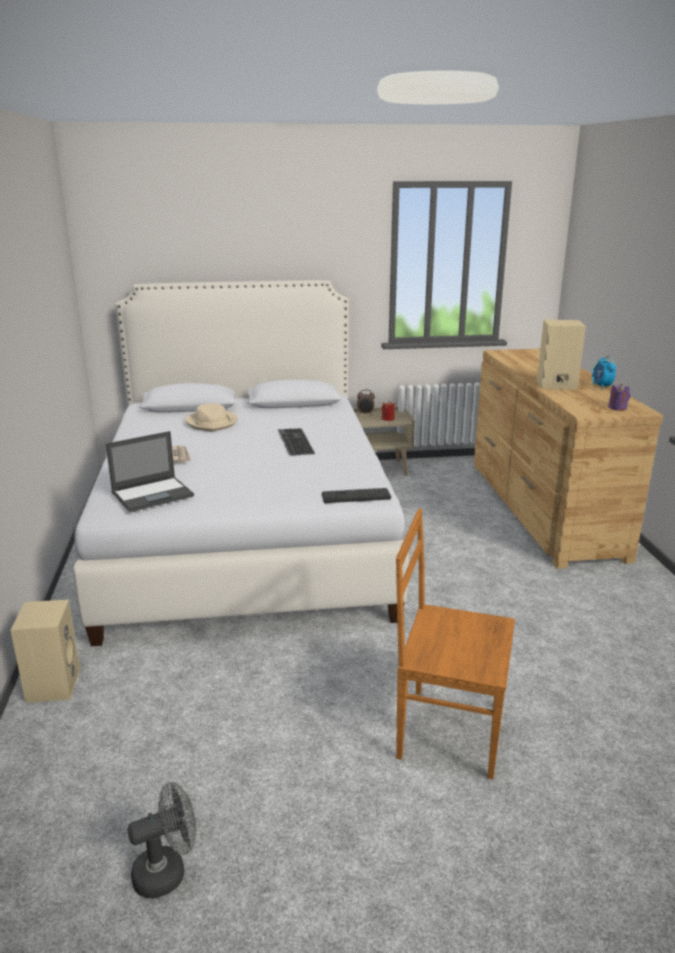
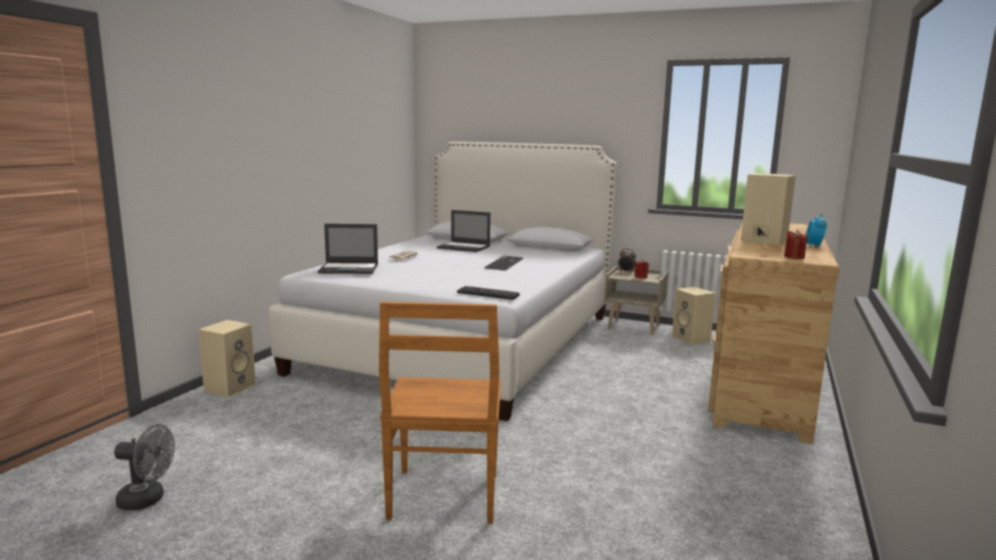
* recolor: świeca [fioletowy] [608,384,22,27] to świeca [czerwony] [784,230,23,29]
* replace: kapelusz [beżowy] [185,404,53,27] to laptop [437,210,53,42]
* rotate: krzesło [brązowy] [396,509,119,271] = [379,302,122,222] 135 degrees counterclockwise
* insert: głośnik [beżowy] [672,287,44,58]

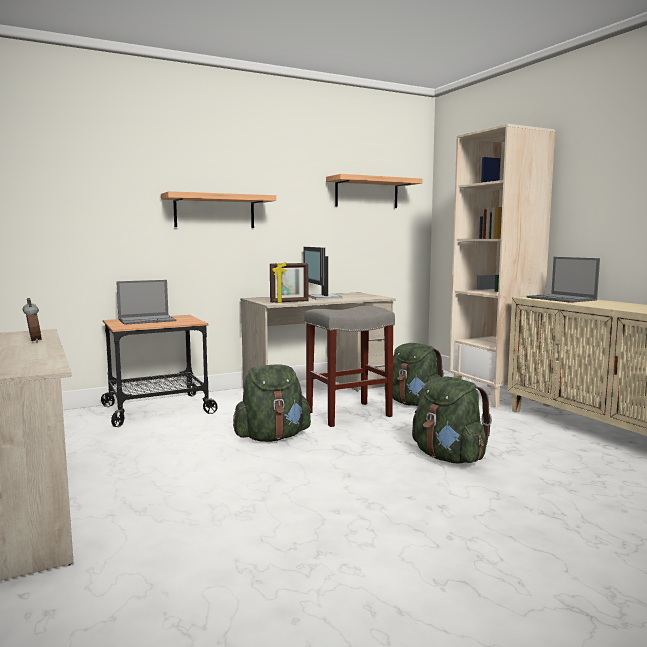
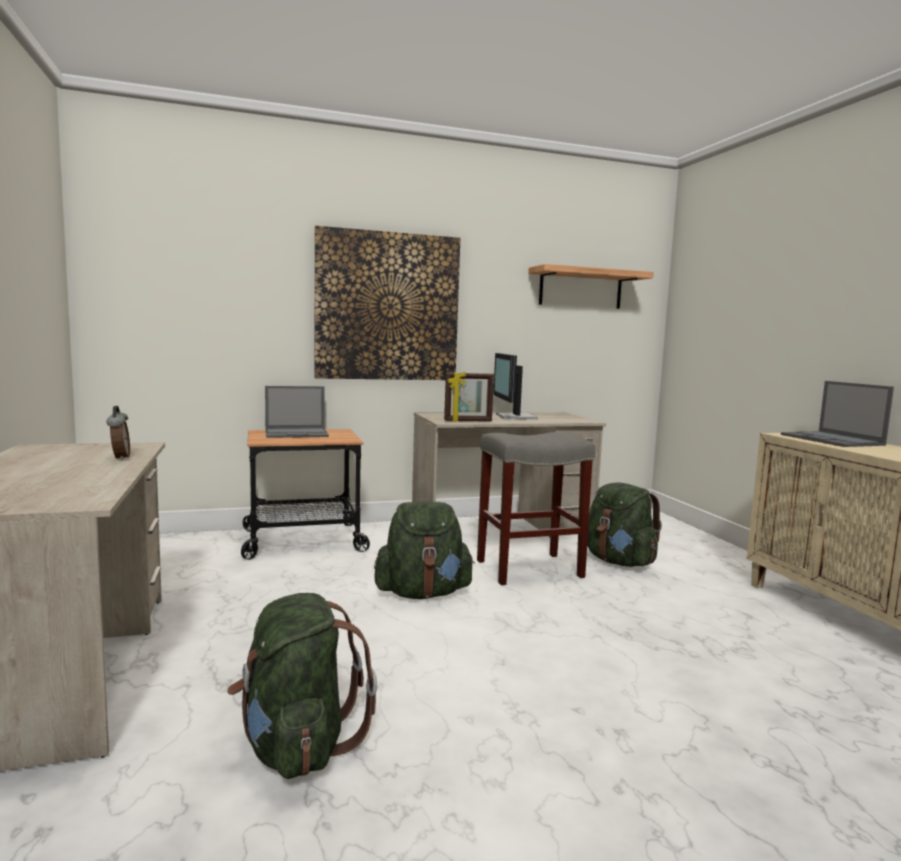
* delete: regał [beżowy] [449,124,106,284]
* replace: półka [161,191,115,37] to obraz [314,226,146,154]
* move: plecak [zielony] [412,376,80,88] to [227,593,150,186]

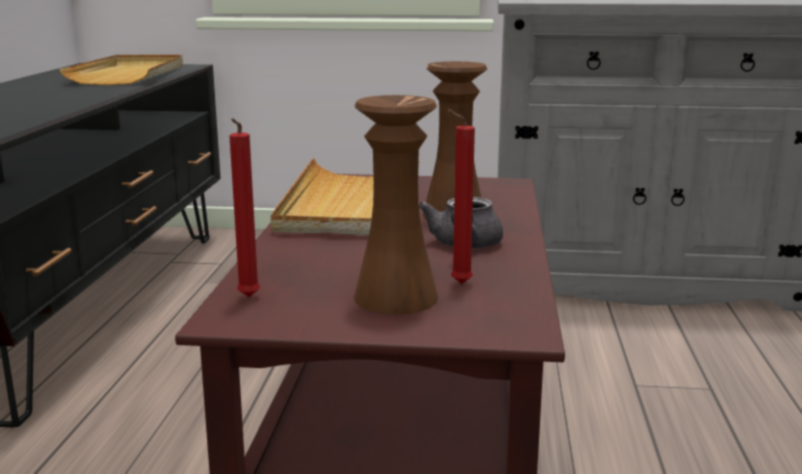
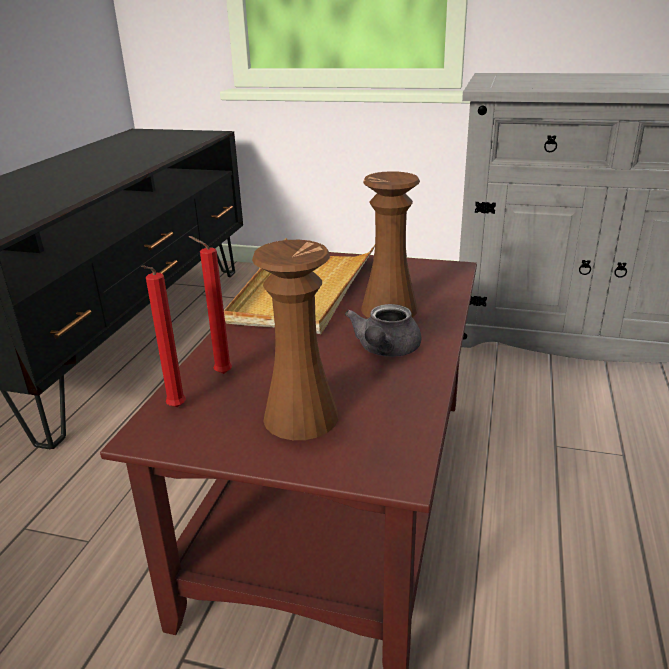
* delete: taca [beżowy] [59,55,124,30]
* move: świeca [czerwony] [448,109,27,175] to [188,236,44,138]

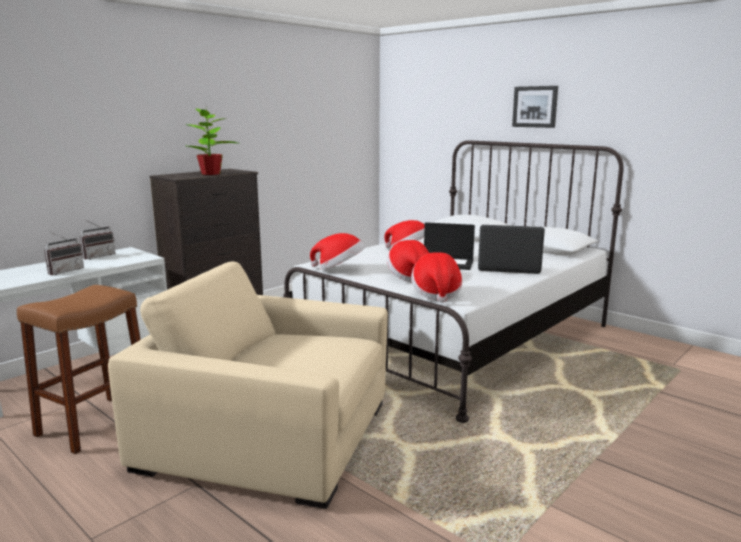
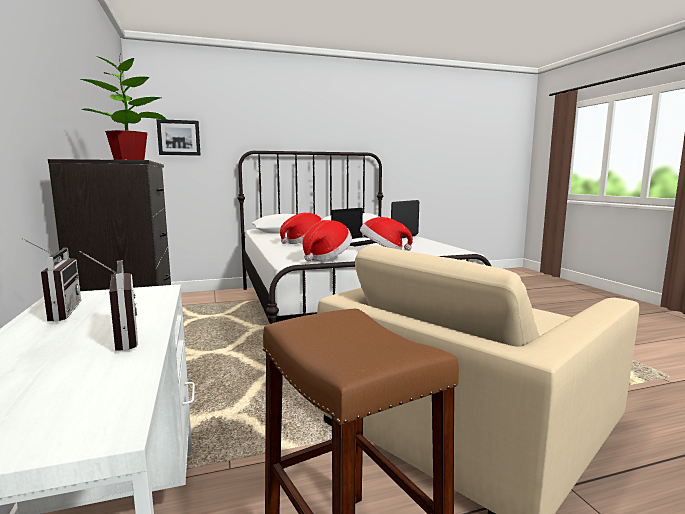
* move: obraz [512,86,46,42] to [156,119,45,37]
* delete: kapelusz [411,252,51,51]

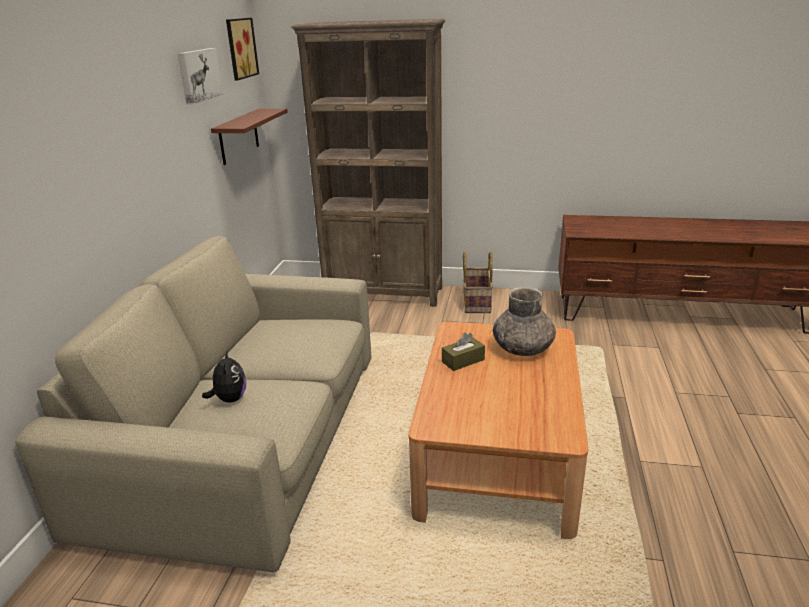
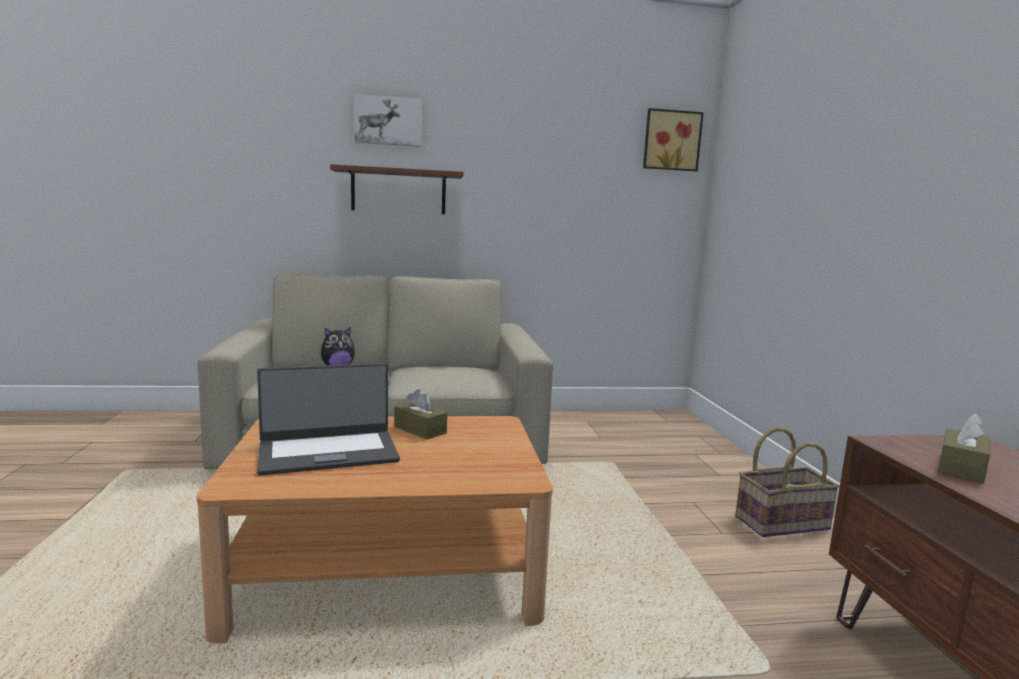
* delete: regał [brązowy] [291,19,154,288]
* move: obraz [178,48,45,56] to [354,94,68,53]
* move: półka [brązowy] [211,109,77,56] to [330,164,134,50]
* delete: wazon [szary] [493,287,63,69]
* insert: laptop [257,363,143,112]
* insert: pudełko chusteczek [brązowy] [938,414,52,70]

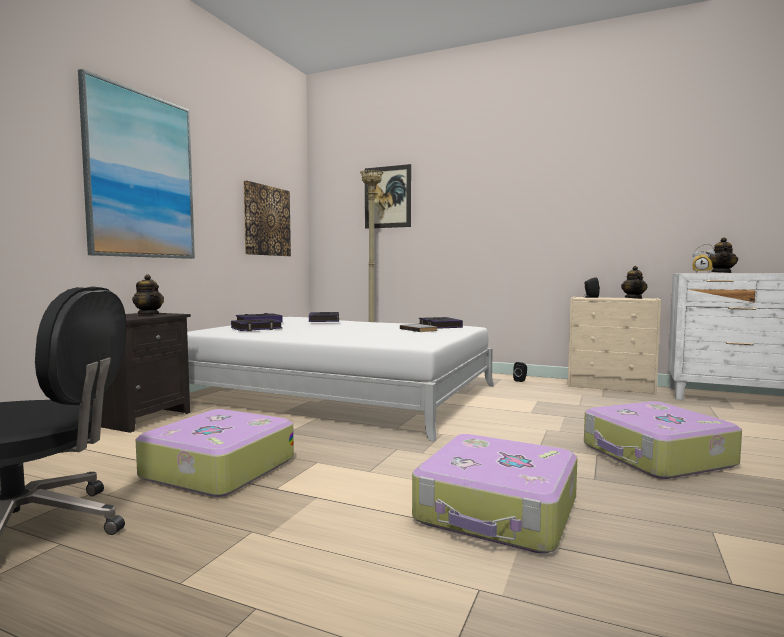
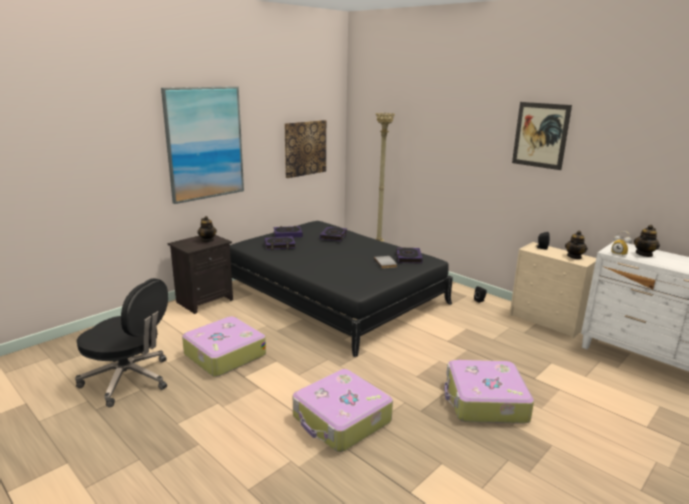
* move: obraz [365,164,46,65] to [512,102,60,68]
* recolor: łóżko [biały] [187,317,307,125] to łóżko [czarny] [230,221,223,136]

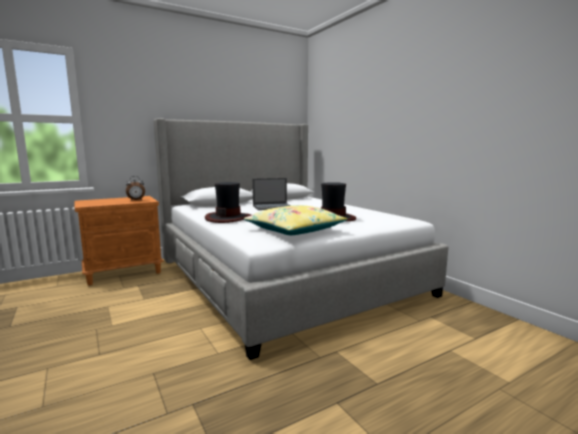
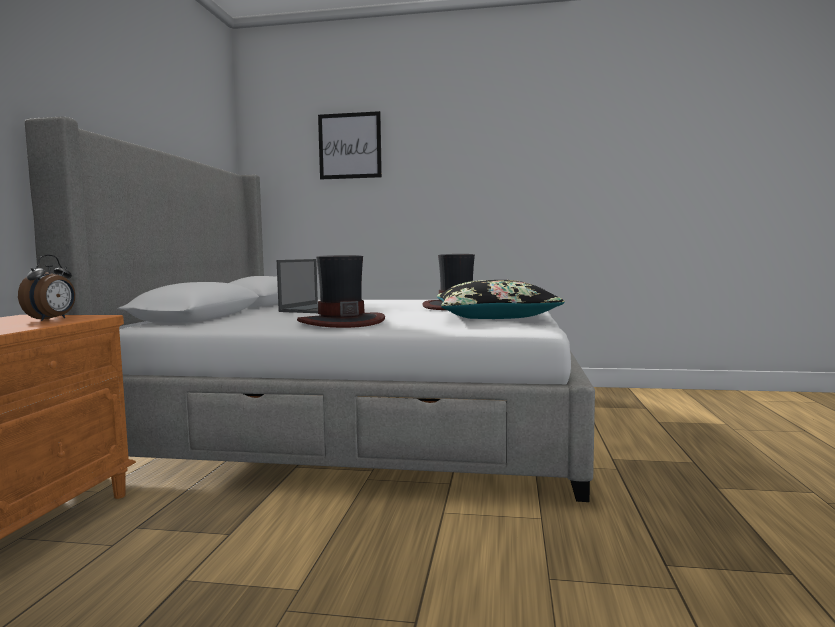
* recolor: poduszka [żółty] [244,205,104,30] to poduszka [czarny] [437,280,128,39]
* insert: obraz [318,111,64,68]

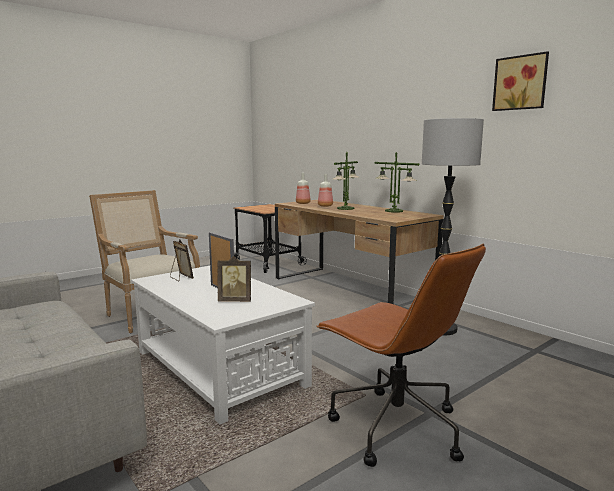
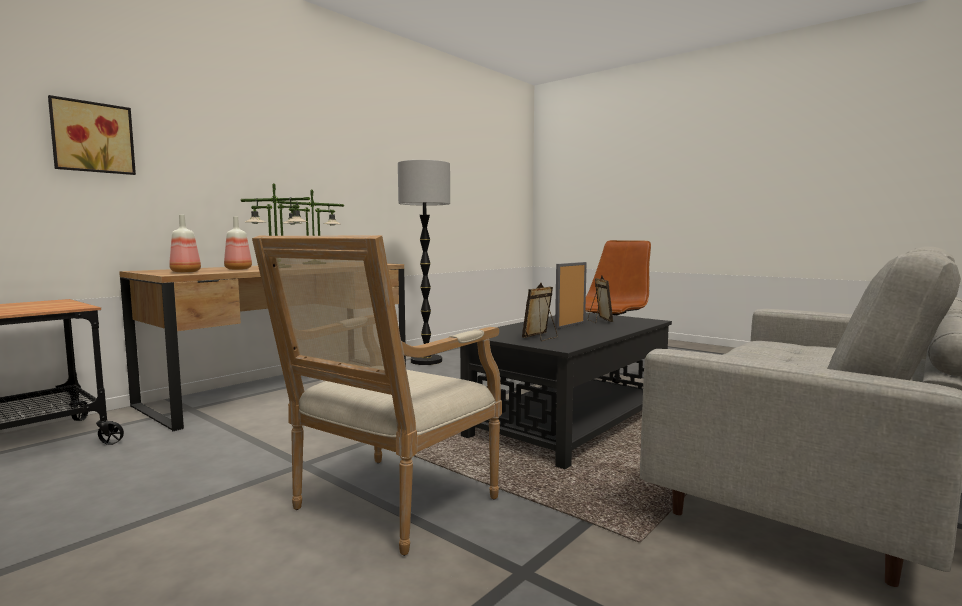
* move: obraz [492,51,57,60] to [48,95,88,80]
* recolor: ława [biały] [131,266,184,158] to ława [czarny] [460,312,212,157]

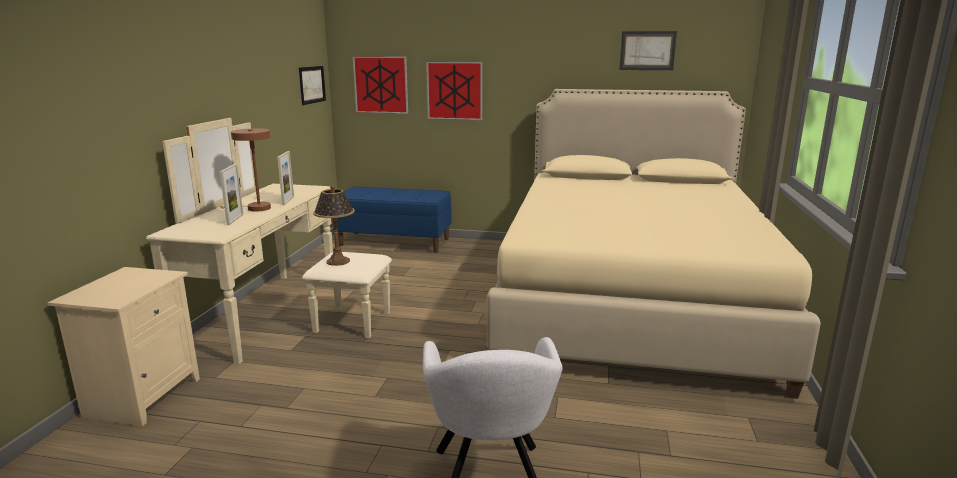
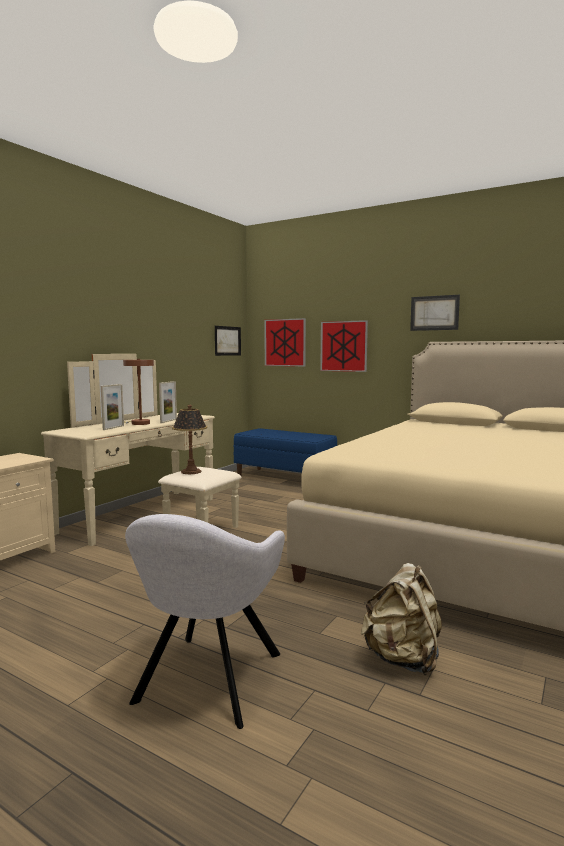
* move: obraz [619,31,58,39] to [410,295,50,36]
* insert: plecak [beżowy] [361,563,81,112]

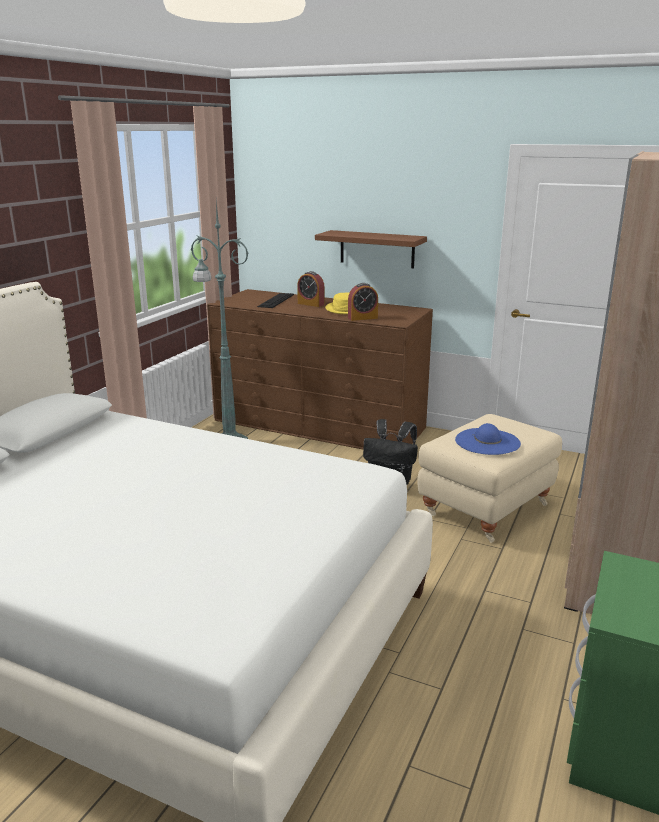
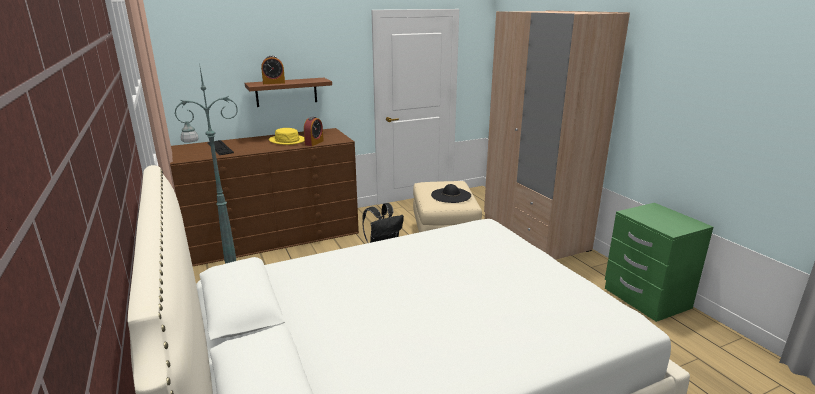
* move: budzik [297,271,28,36] to [261,56,24,28]
* recolor: kapelusz [niebieski] [455,423,66,32] to kapelusz [czarny] [431,184,40,19]

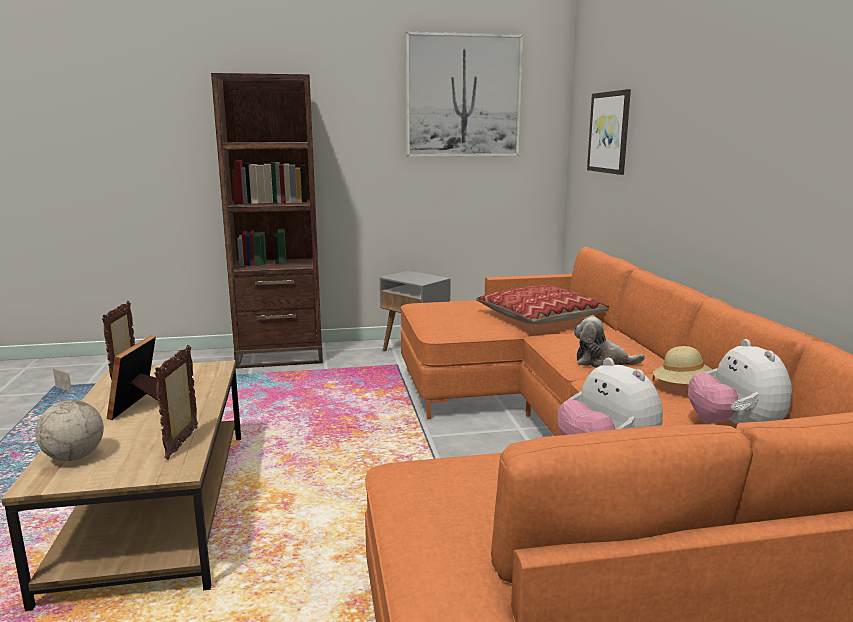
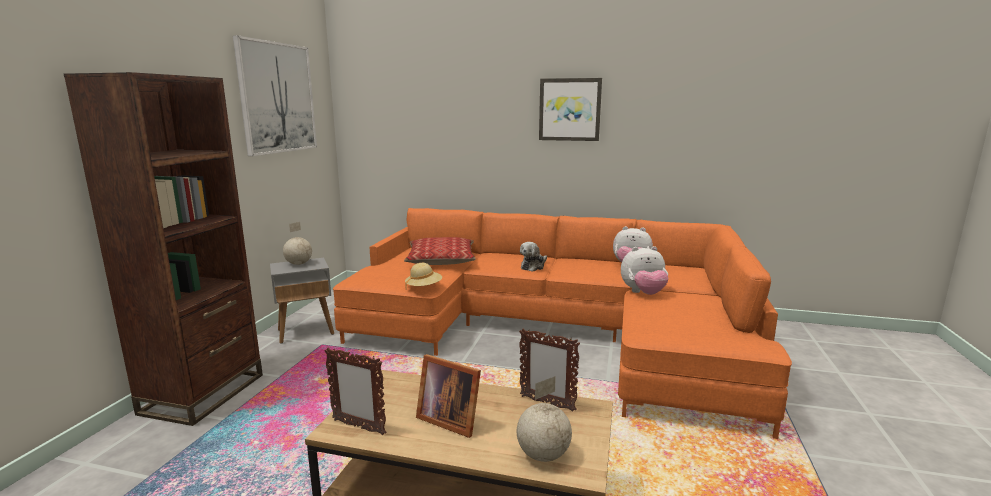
* move: obraz [587,89,44,86] to [539,78,63,63]
* move: kapelusz [beżowy] [653,346,59,38] to [405,263,37,27]
* insert: globus [283,222,29,43]

